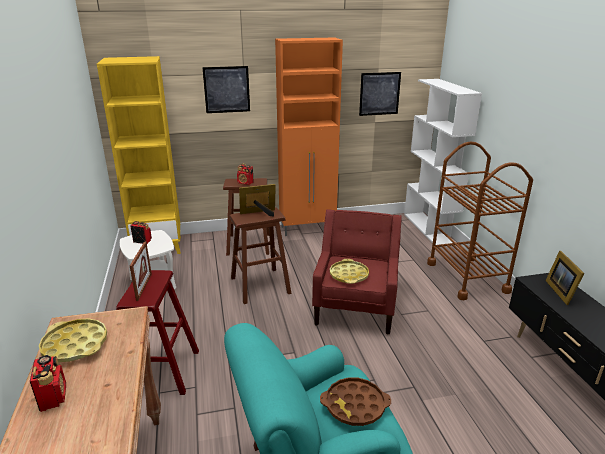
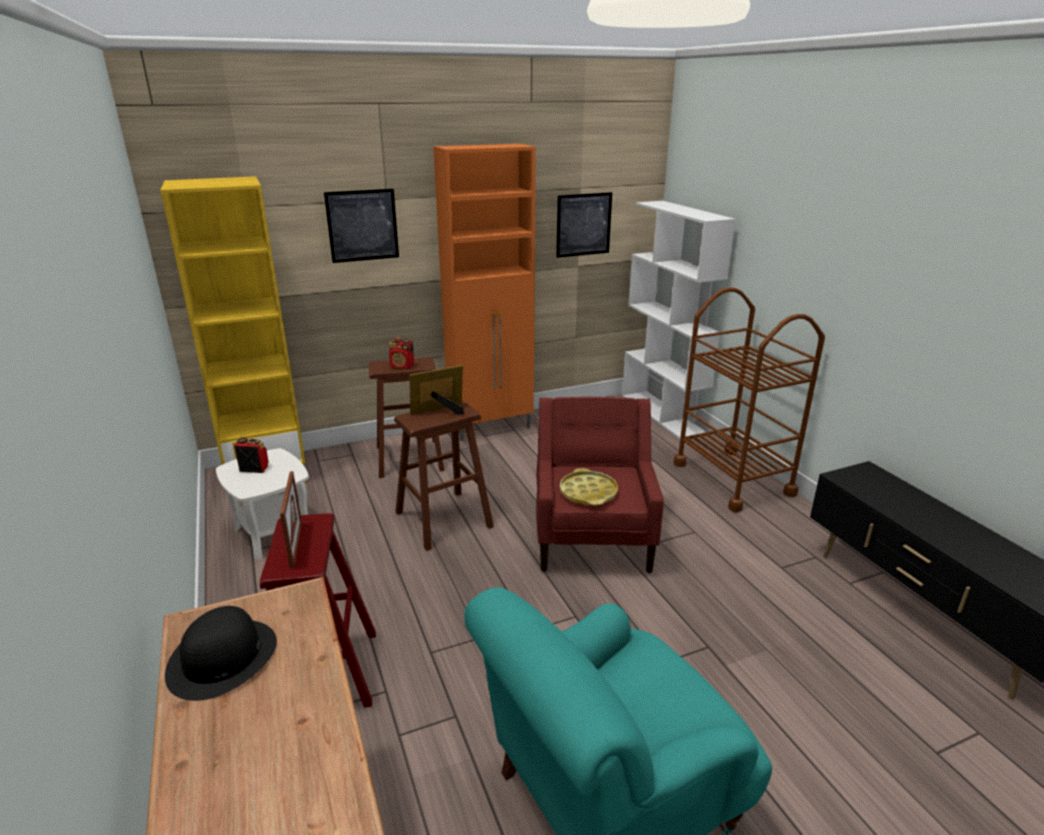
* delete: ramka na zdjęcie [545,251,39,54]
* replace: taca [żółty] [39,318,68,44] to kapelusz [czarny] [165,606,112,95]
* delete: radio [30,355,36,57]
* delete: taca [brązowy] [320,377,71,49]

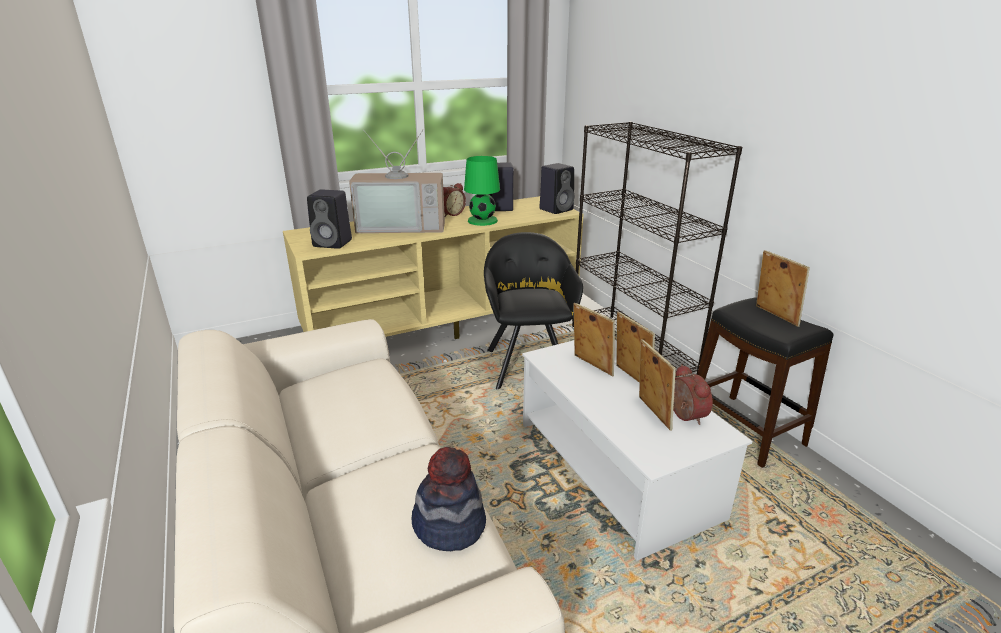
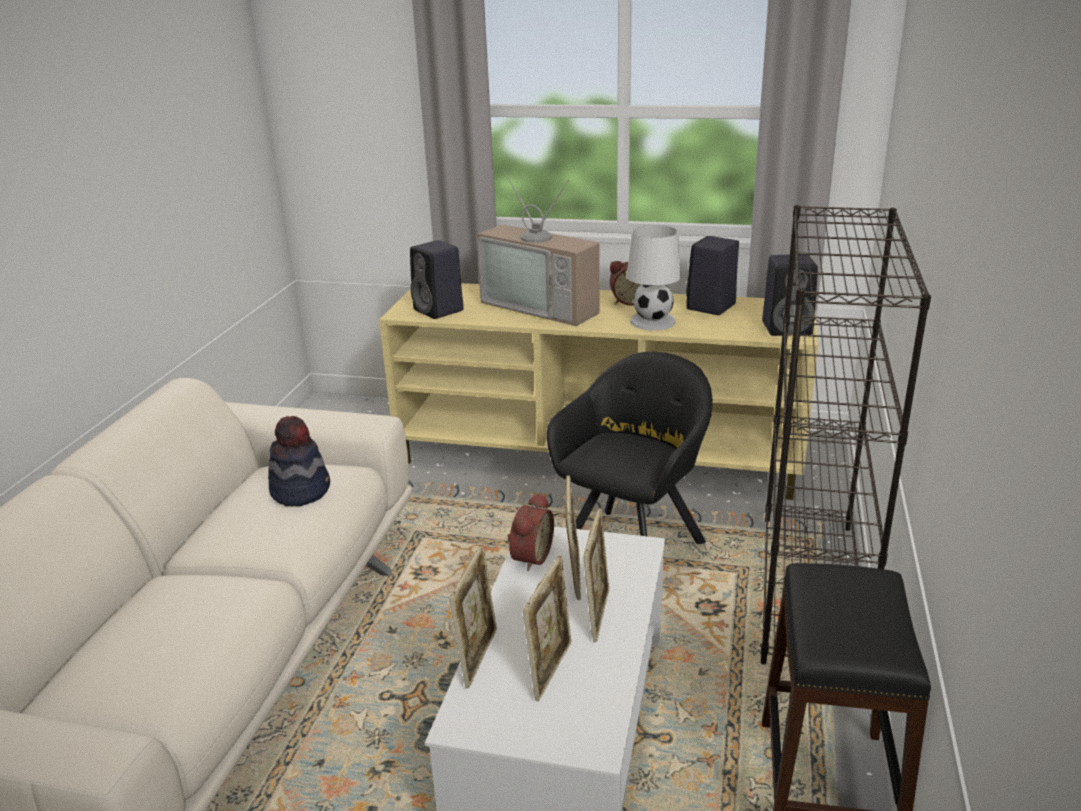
* recolor: lampa stołowa [zielony] [464,156,36,70] to lampa stołowa [biały] [626,225,55,105]
* move: ramka na zdjęcie [756,250,54,77] to [449,545,48,143]
* move: budzik [673,364,40,61] to [508,493,46,78]
* move: kapelusz [412,447,74,104] to [268,416,62,91]

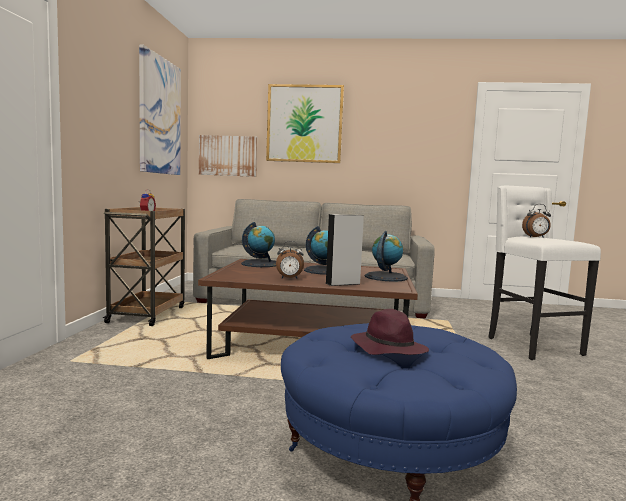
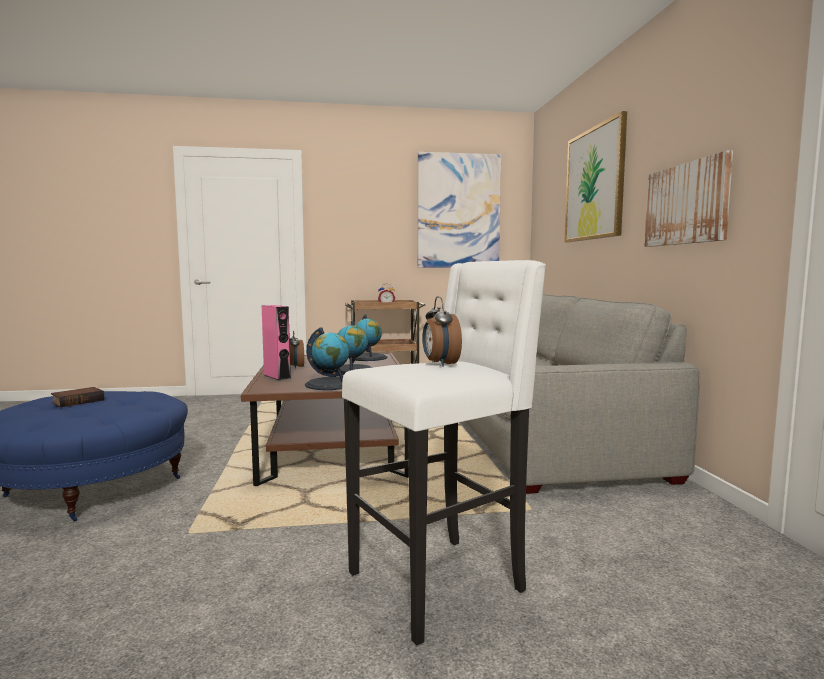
* move: obraz [199,135,58,42] to [644,150,89,97]
* recolor: głośnik [szary] [325,214,39,72] to głośnik [różowy] [262,305,29,75]
* replace: kapelusz [fioletowy] [351,309,78,46] to książka [51,387,53,20]

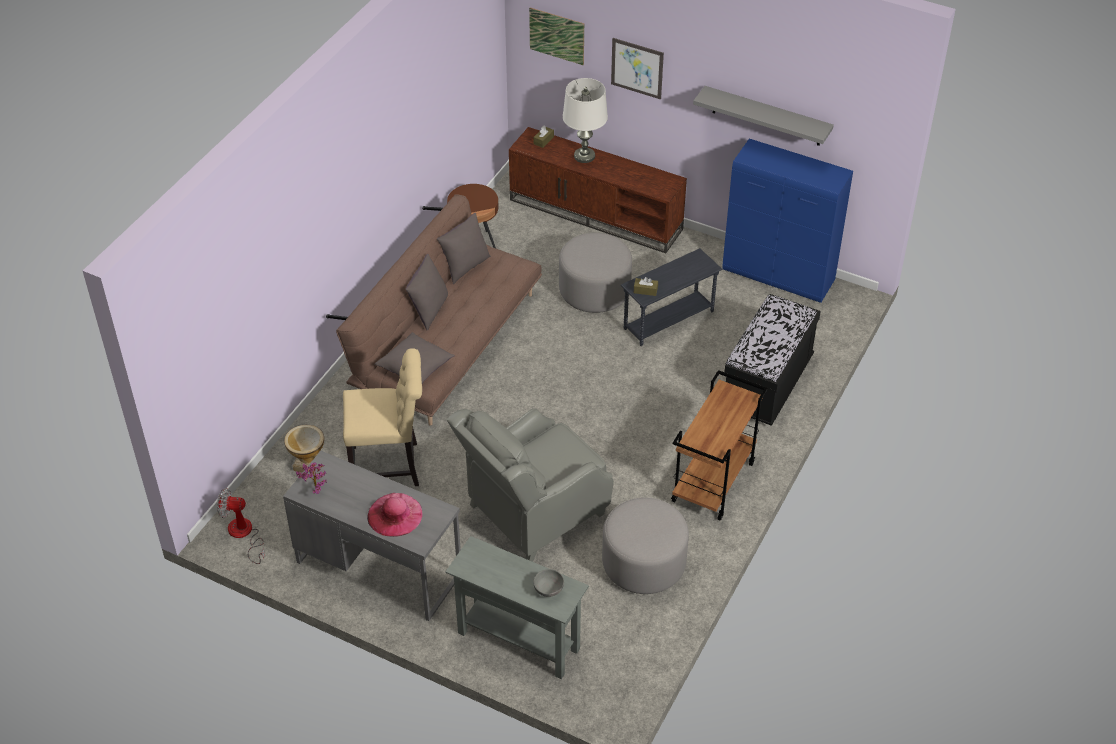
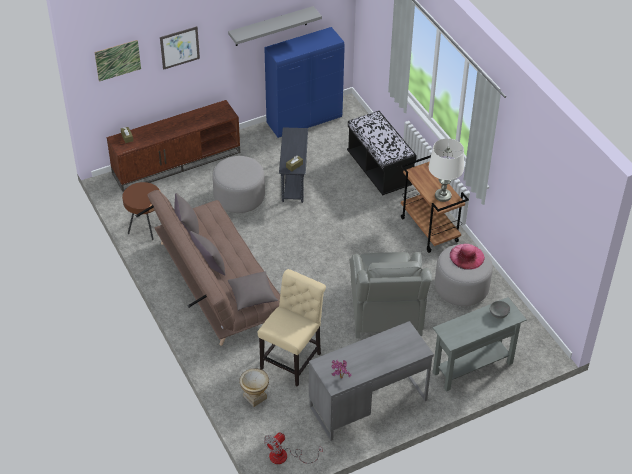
* move: lampa stołowa [biały] [563,78,45,85] to [429,138,35,64]
* move: kapelusz [różowy] [367,493,56,44] to [450,244,35,26]

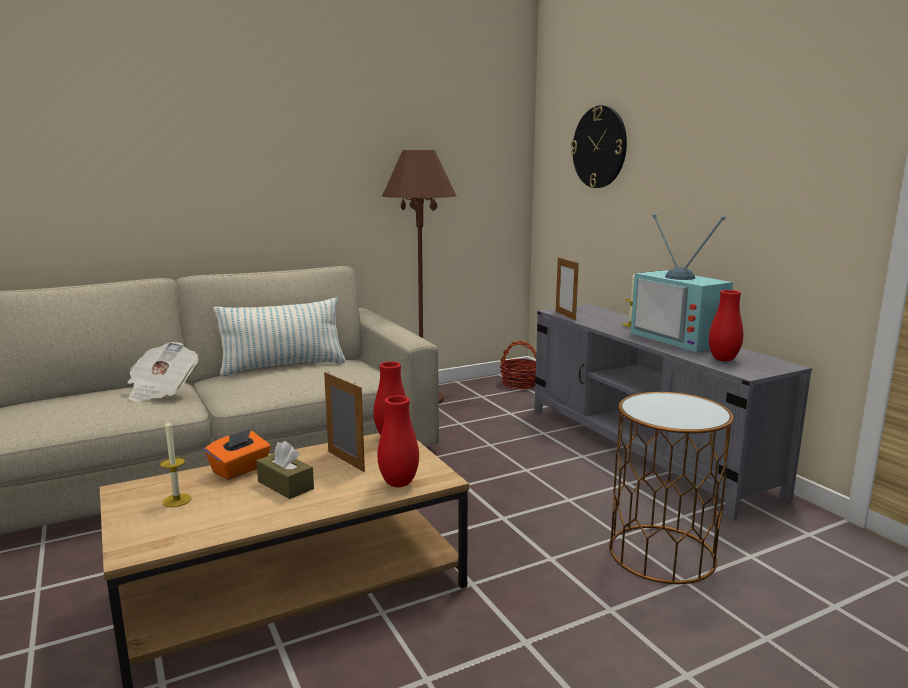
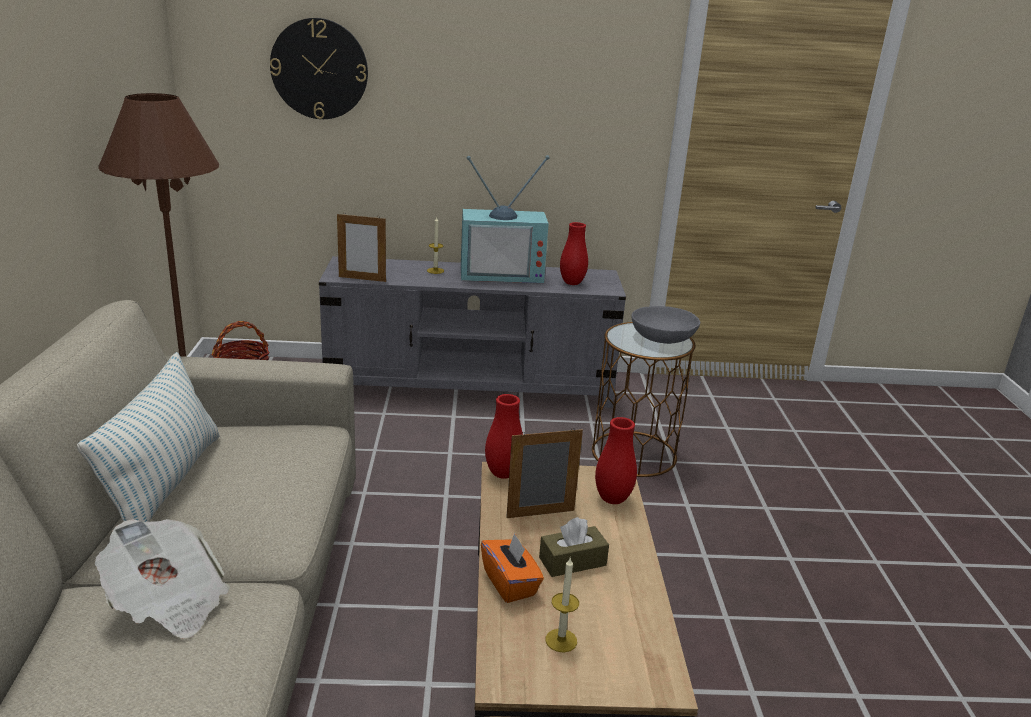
* insert: miska [szary] [631,306,69,38]

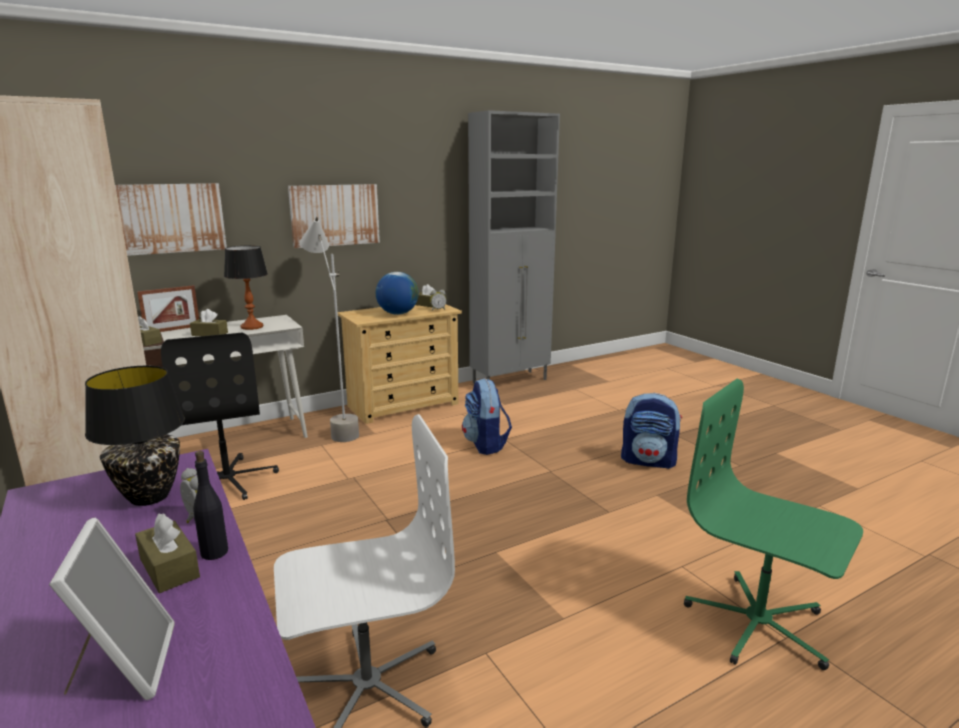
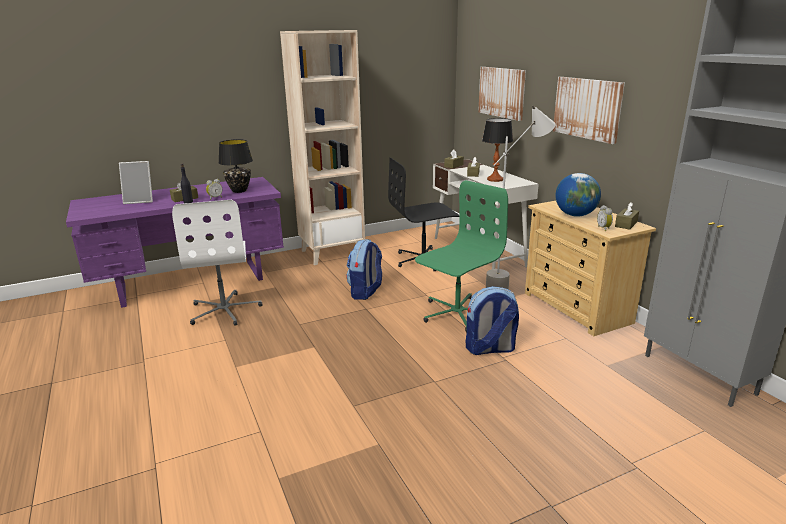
* delete: ramka na zdjęcie [137,285,62,47]
* move: krzesło biurowe [zielony] [684,379,179,291] to [415,180,93,152]
* move: plecak [621,393,61,76] to [347,239,35,61]

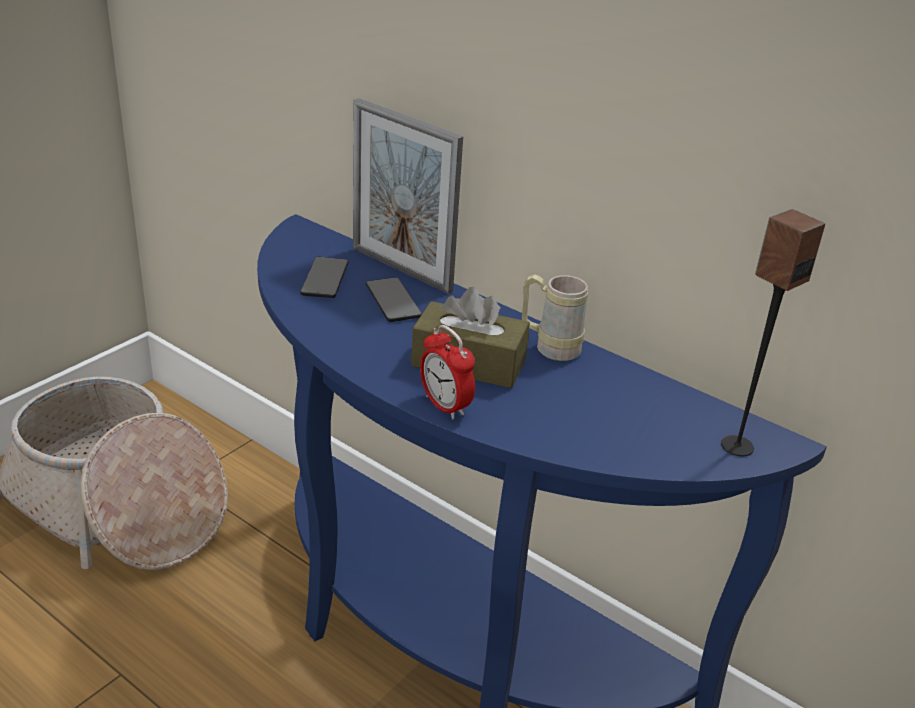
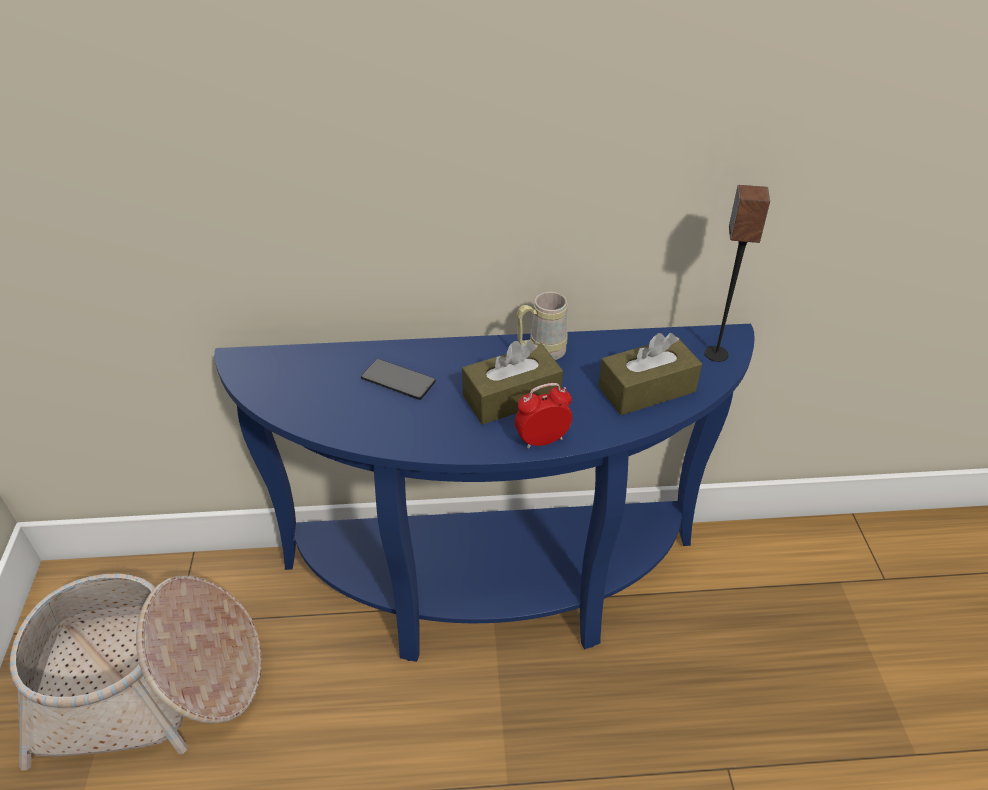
* delete: ramka na zdjęcie [353,98,110,196]
* delete: telefon [300,257,49,41]
* rotate: budzik [420,325,55,94] = [515,383,57,66] 150 degrees clockwise
* insert: pudełko chusteczek [brązowy] [598,333,104,82]

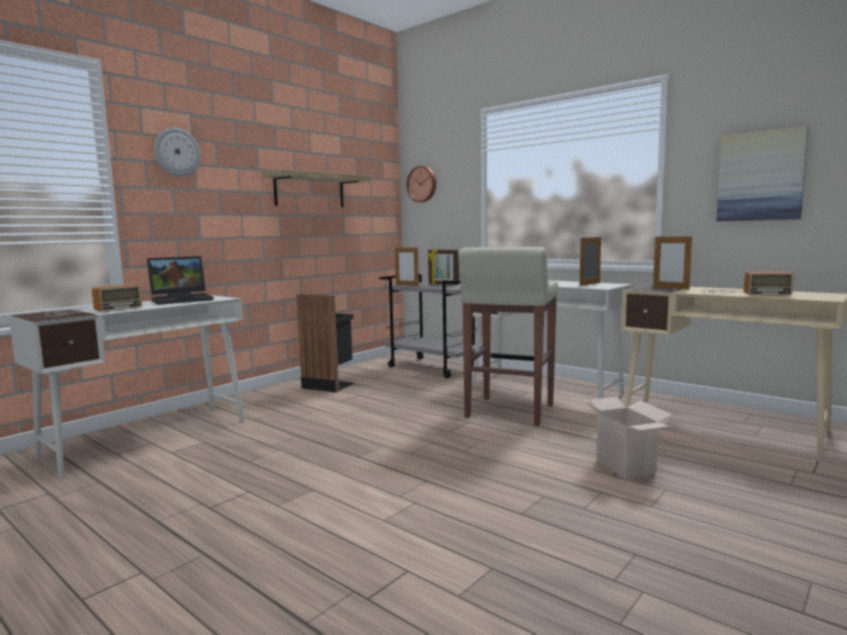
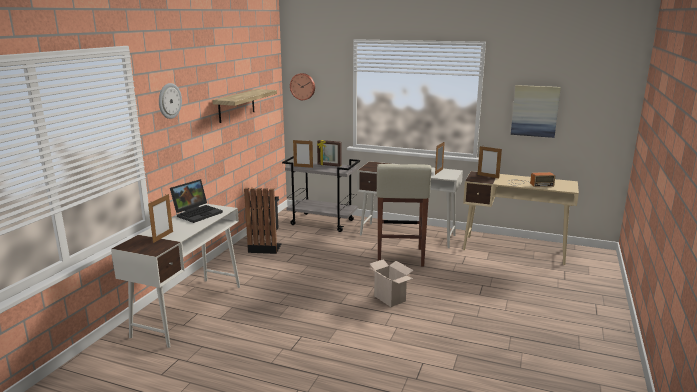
* replace: radio [44,284,98,32] to ramka na zdjęcie [148,194,25,49]
* move: karton [586,397,86,82] to [370,259,44,48]

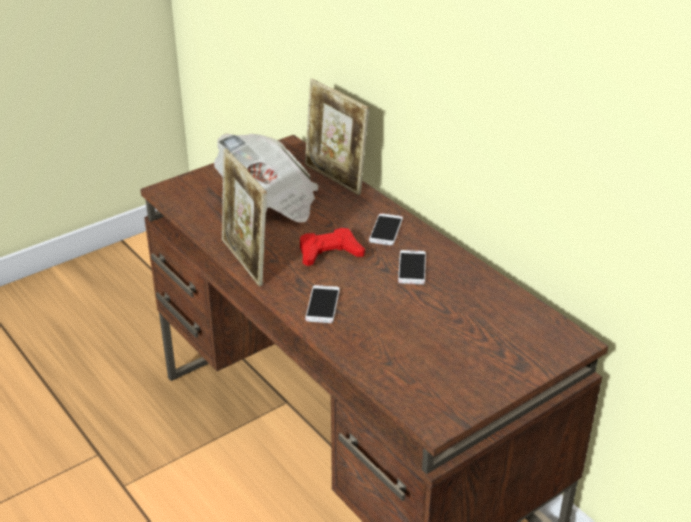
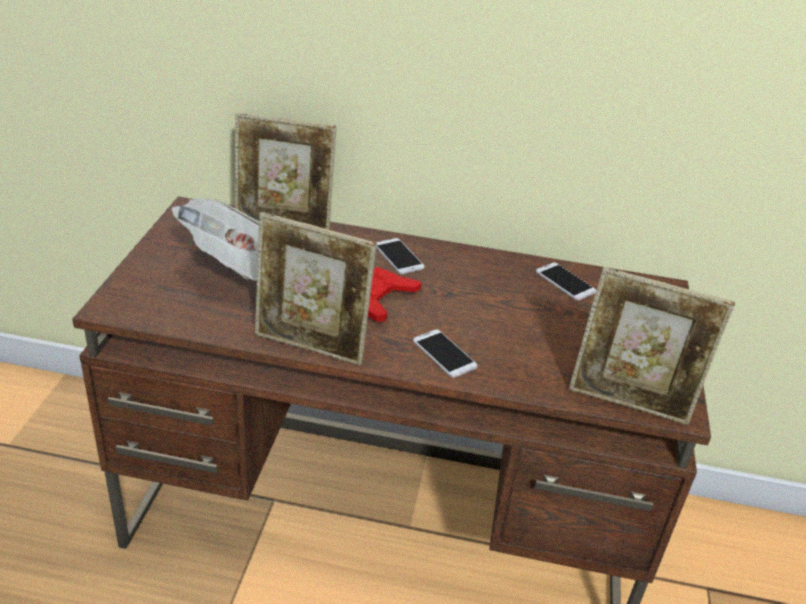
* move: telefon [398,250,28,34] to [536,262,60,39]
* insert: ramka na zdjęcie [569,267,166,158]

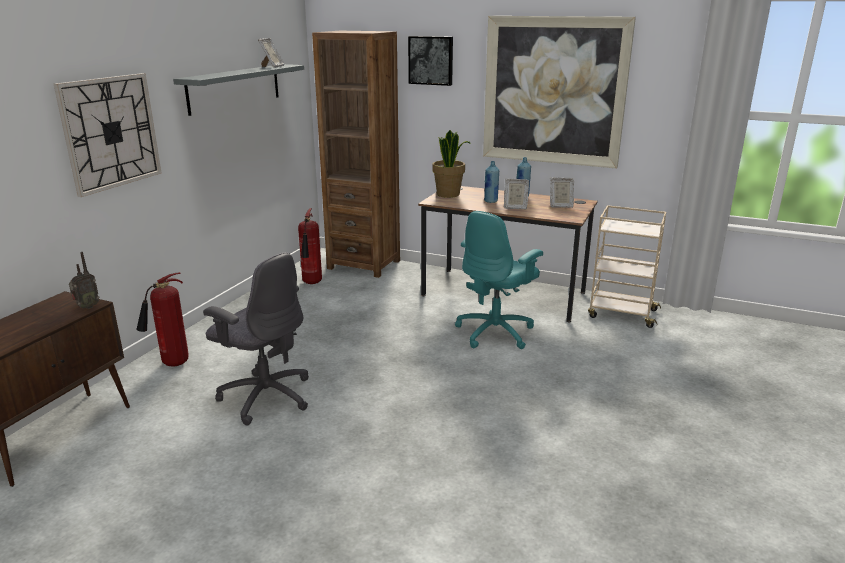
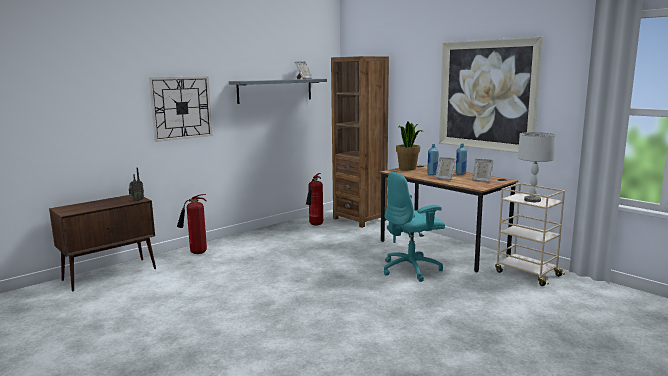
* delete: obraz [408,36,45,50]
* delete: krzesło biurowe [szary] [203,252,106,173]
* insert: lampa stołowa [szary] [518,132,38,70]

